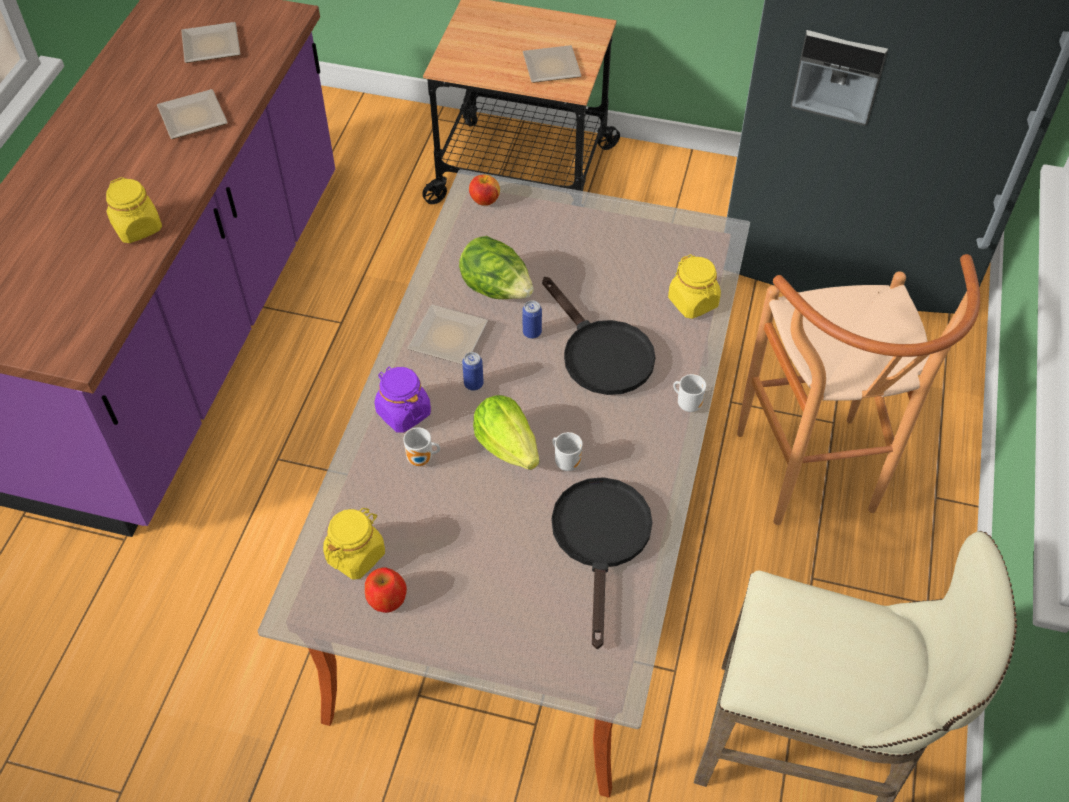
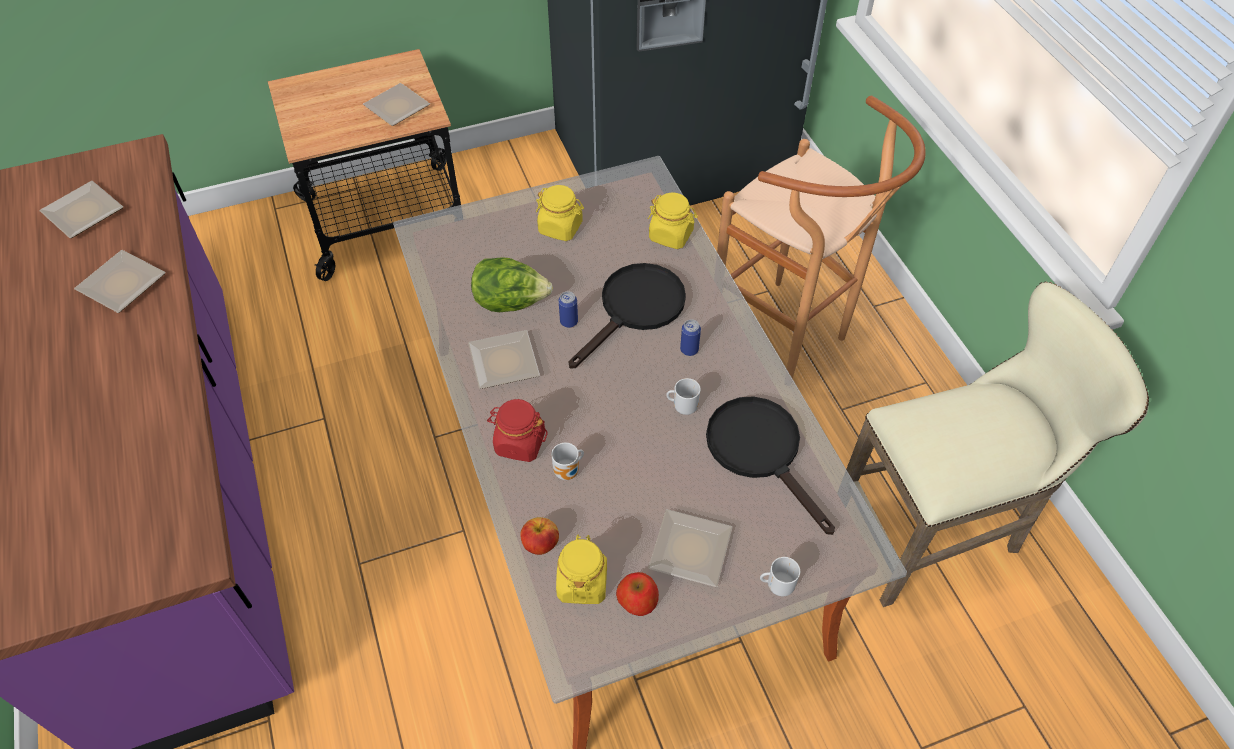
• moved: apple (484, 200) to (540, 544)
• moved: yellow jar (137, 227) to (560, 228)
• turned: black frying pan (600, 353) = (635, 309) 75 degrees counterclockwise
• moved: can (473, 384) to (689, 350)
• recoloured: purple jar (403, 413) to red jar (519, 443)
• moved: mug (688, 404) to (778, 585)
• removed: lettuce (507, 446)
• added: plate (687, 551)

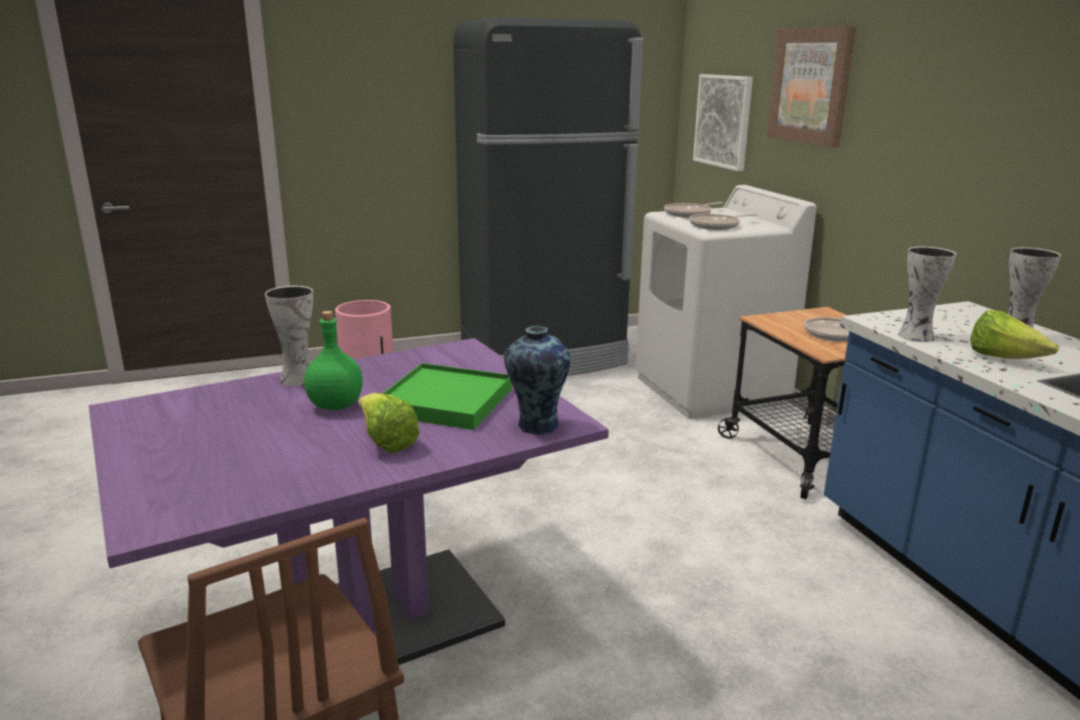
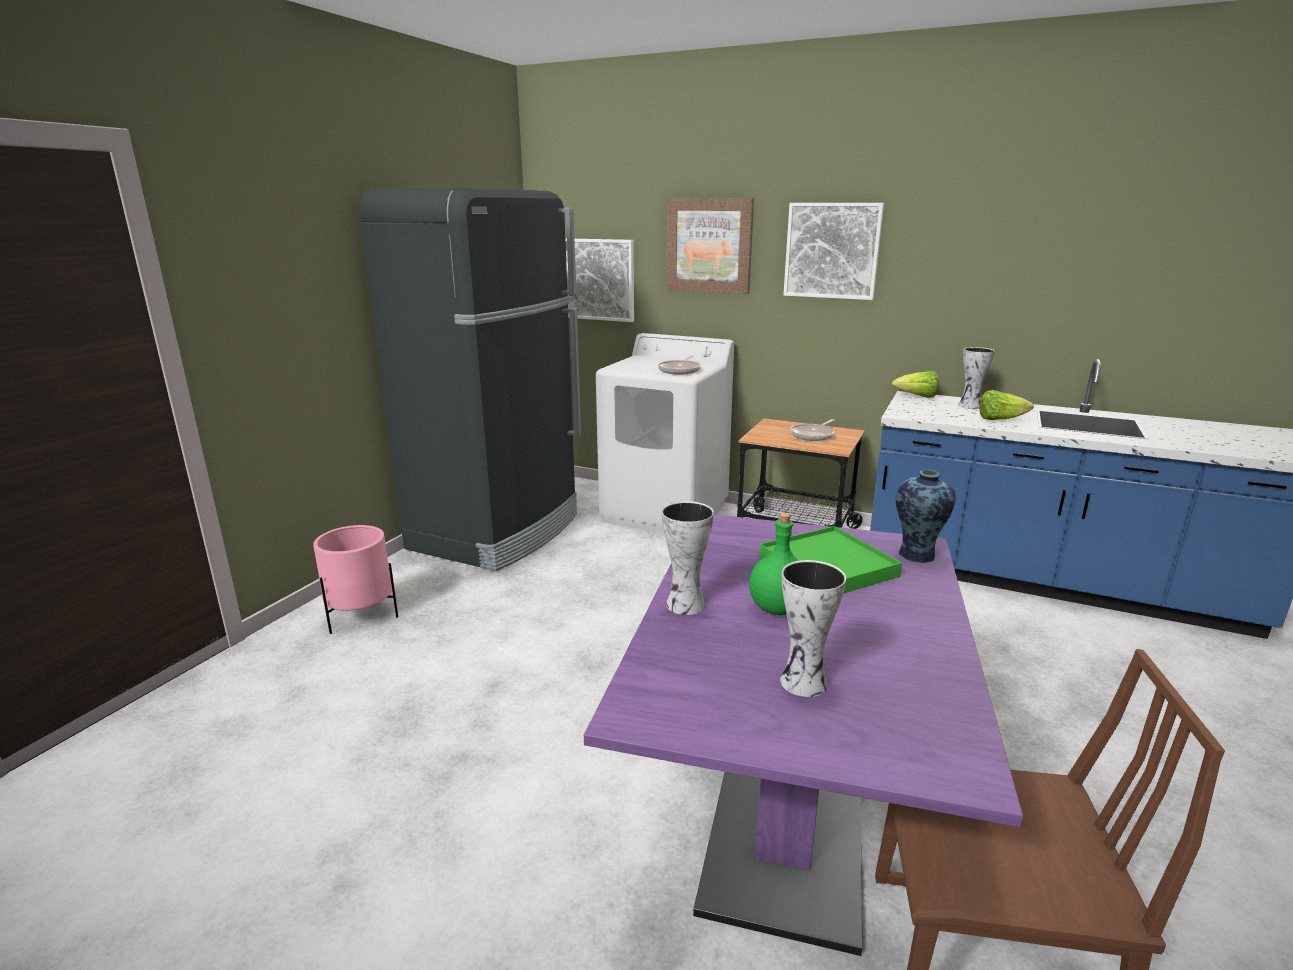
• removed: frying pan (690, 214)
• moved: vase (915, 336) to (804, 683)
• moved: lettuce (386, 442) to (917, 397)
• added: picture (832, 251)

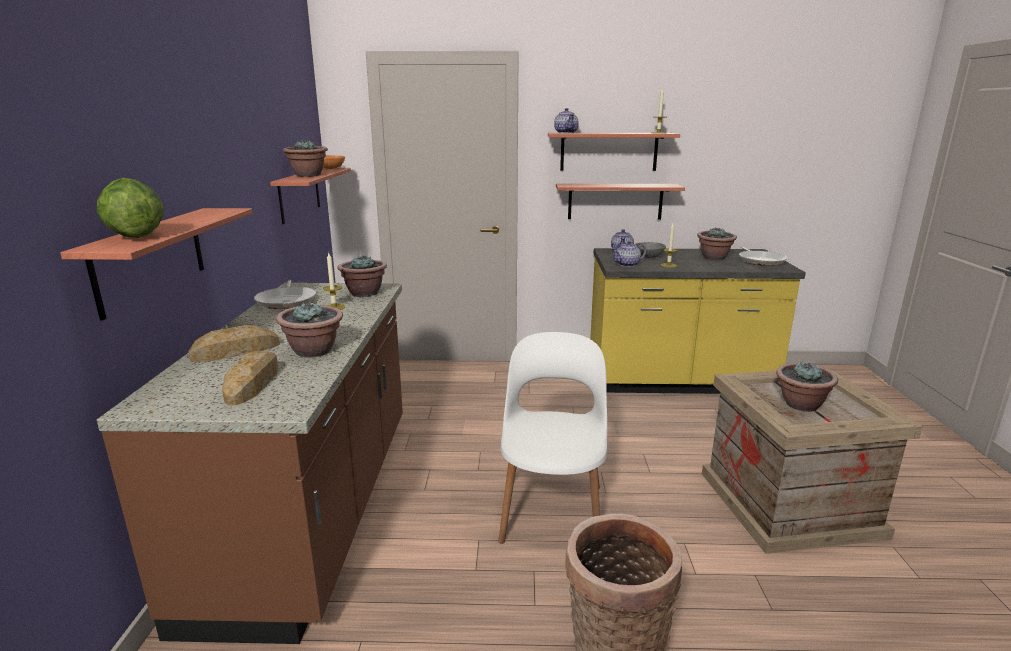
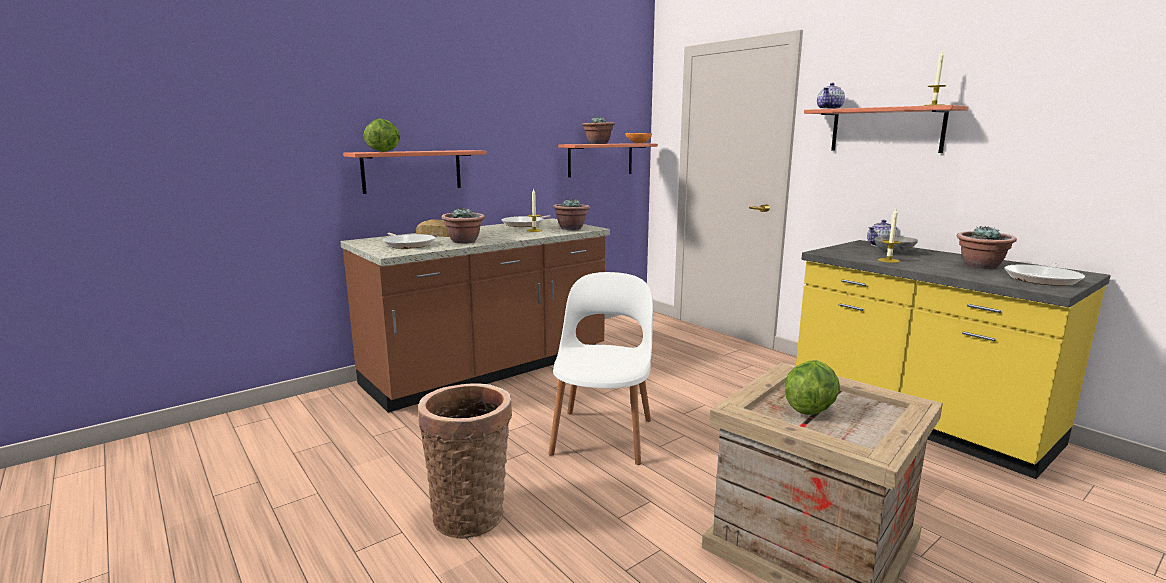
• removed: shelf (615, 201)
• removed: teapot (627, 264)
• turned: white chair (552, 509) = (603, 433) 45 degrees counterclockwise
• replaced: bread (253, 383) to frying pan (408, 244)
• replaced: potted plant (801, 405) to lettuce (809, 409)

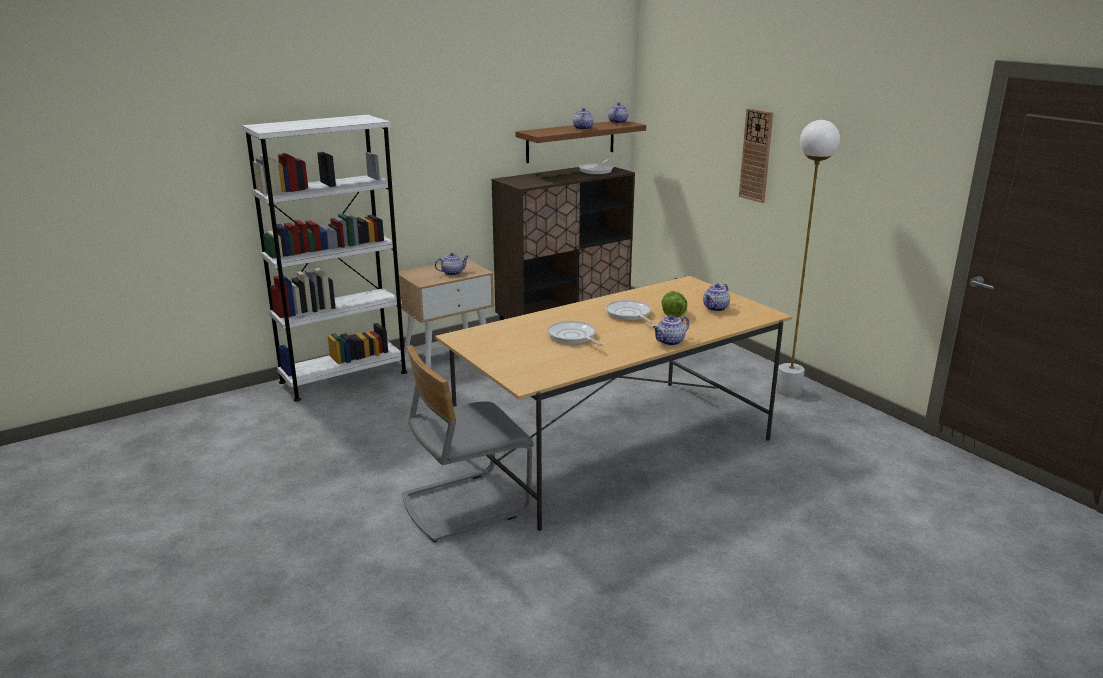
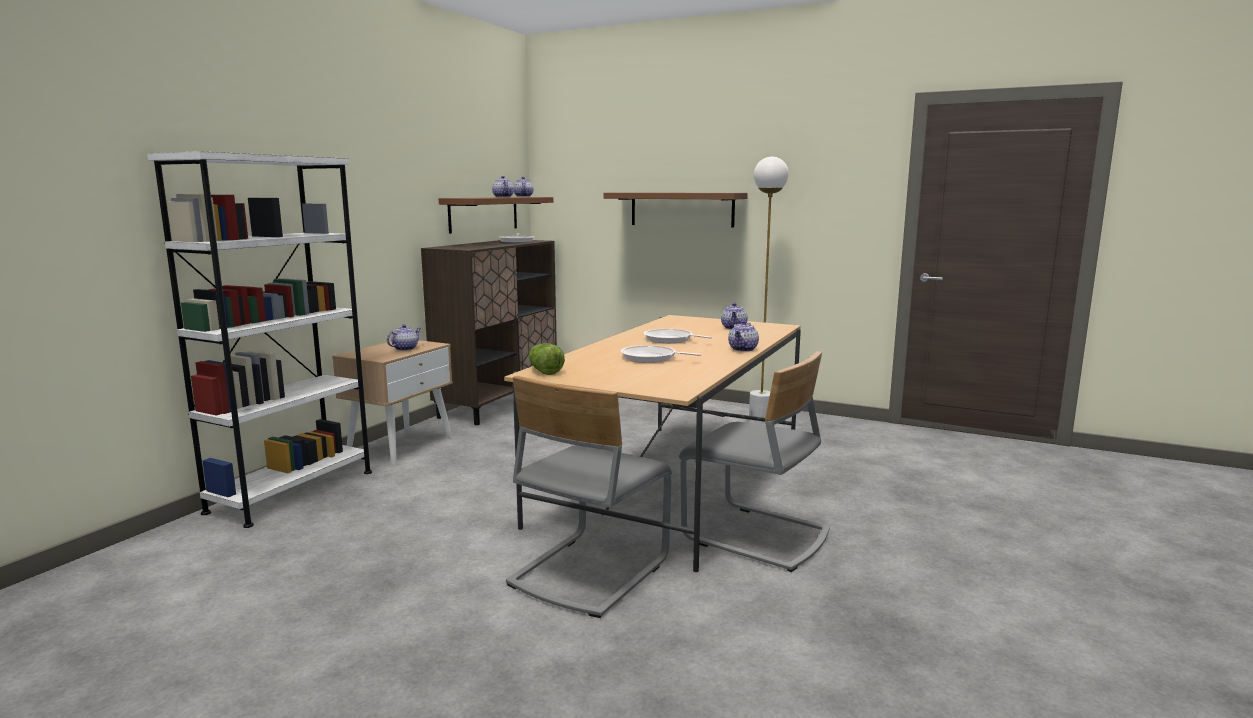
• replaced: wall clock (756, 155) to brown shelf (681, 209)
• moved: lettuce (672, 313) to (544, 371)
• added: grey chair (755, 536)

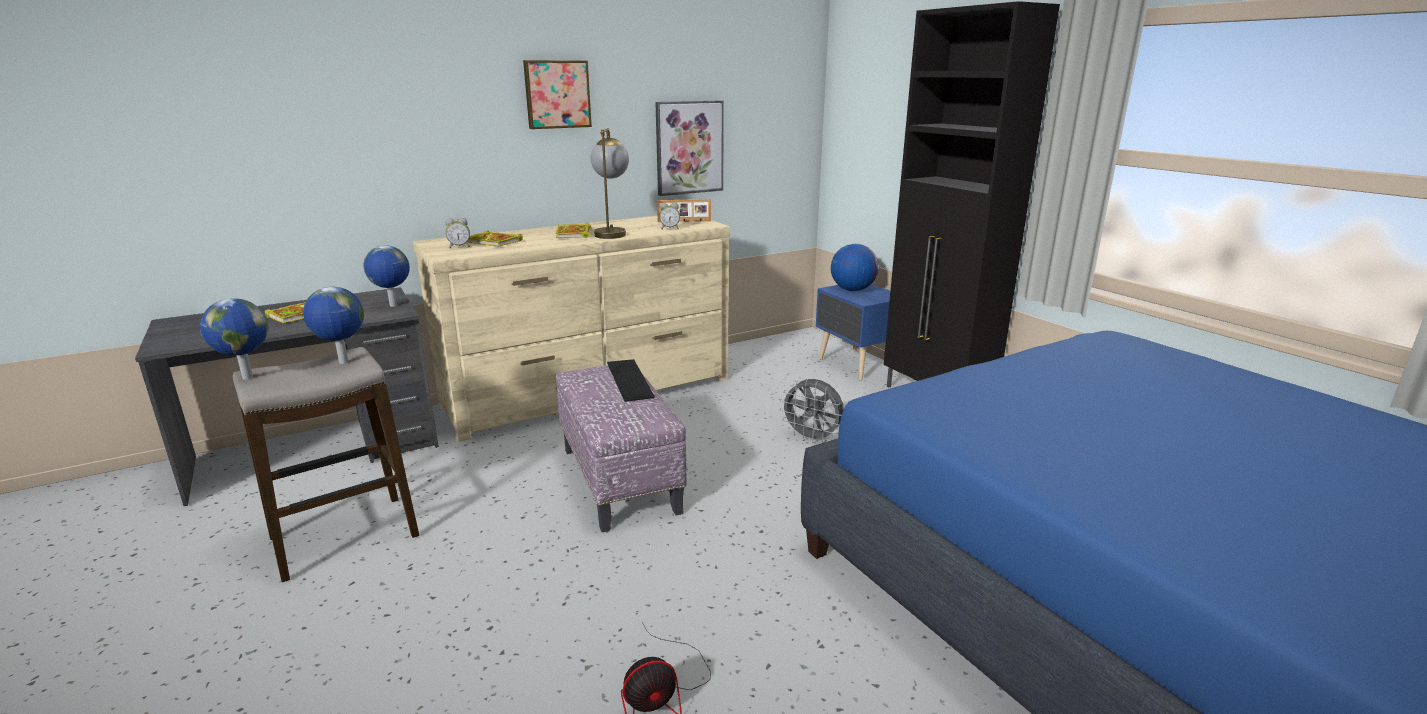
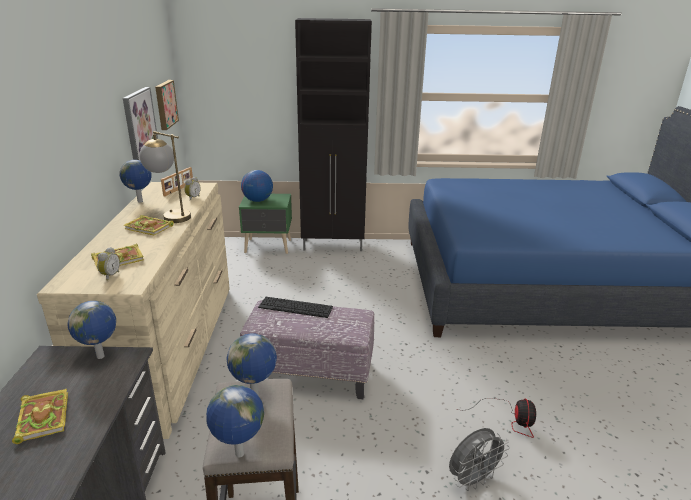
• moved: picture (557, 94) to (165, 104)
• recoloured: blue nightstand (856, 366) to green nightstand (268, 247)
• moved: grey fan (812, 438) to (472, 480)
• added: globe (140, 201)

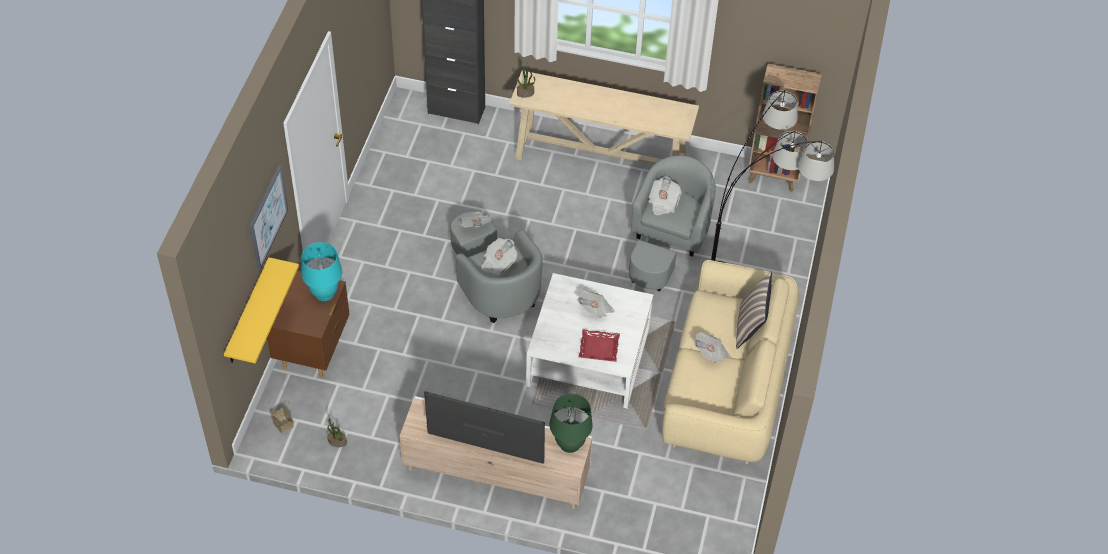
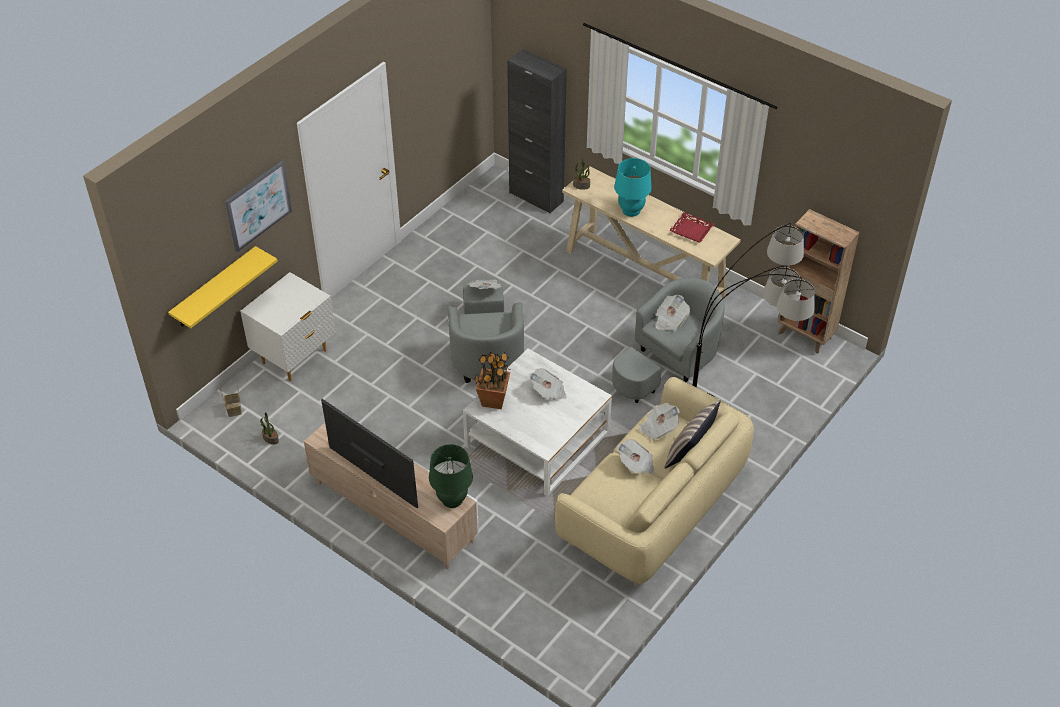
• moved: newspaper (498, 263) to (658, 428)
• moved: turquoise table lamp (324, 293) to (631, 210)
• recoloured: brown nightstand (313, 351) to white nightstand (295, 357)
• moved: red tray (599, 348) to (691, 230)
• added: potted plant (493, 400)

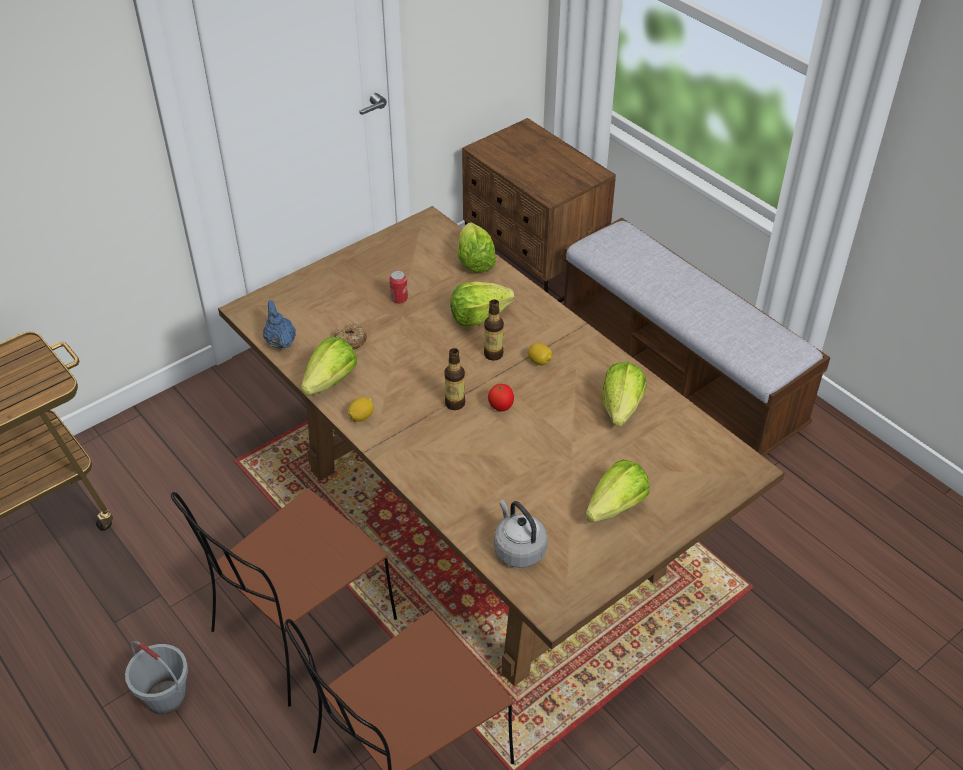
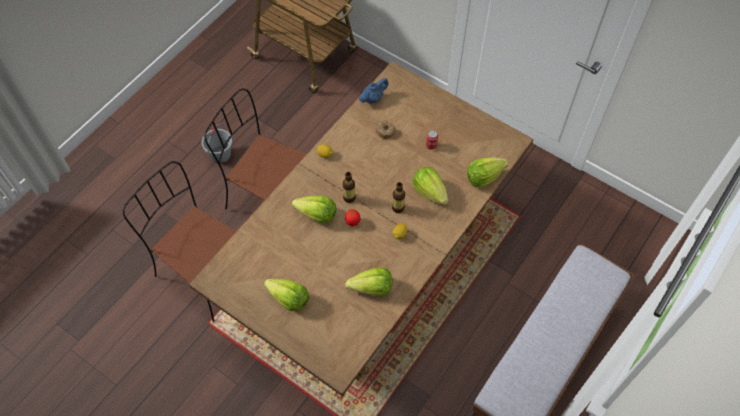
• removed: brown nightstand (533, 266)
• moved: lettuce (331, 381) to (316, 215)
• removed: grey kettle (518, 549)

